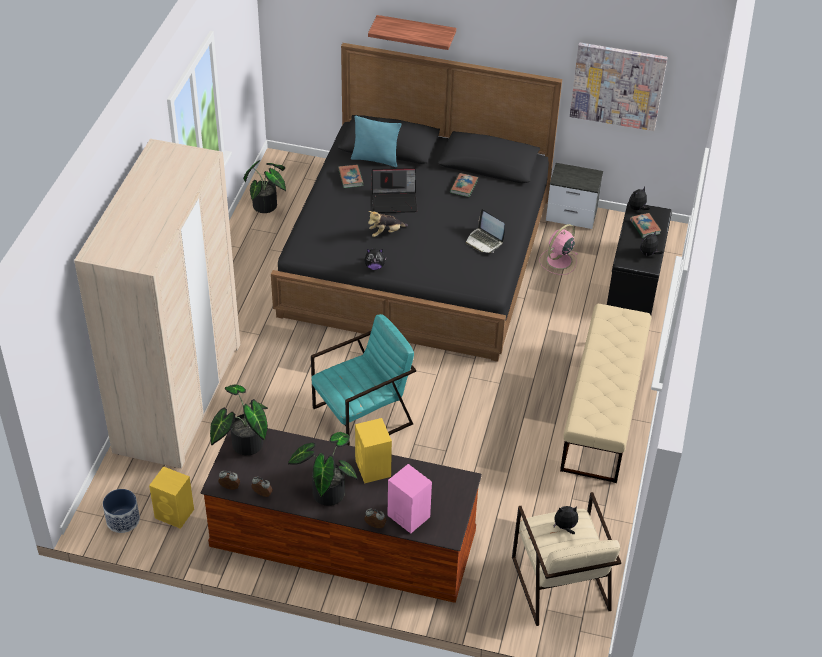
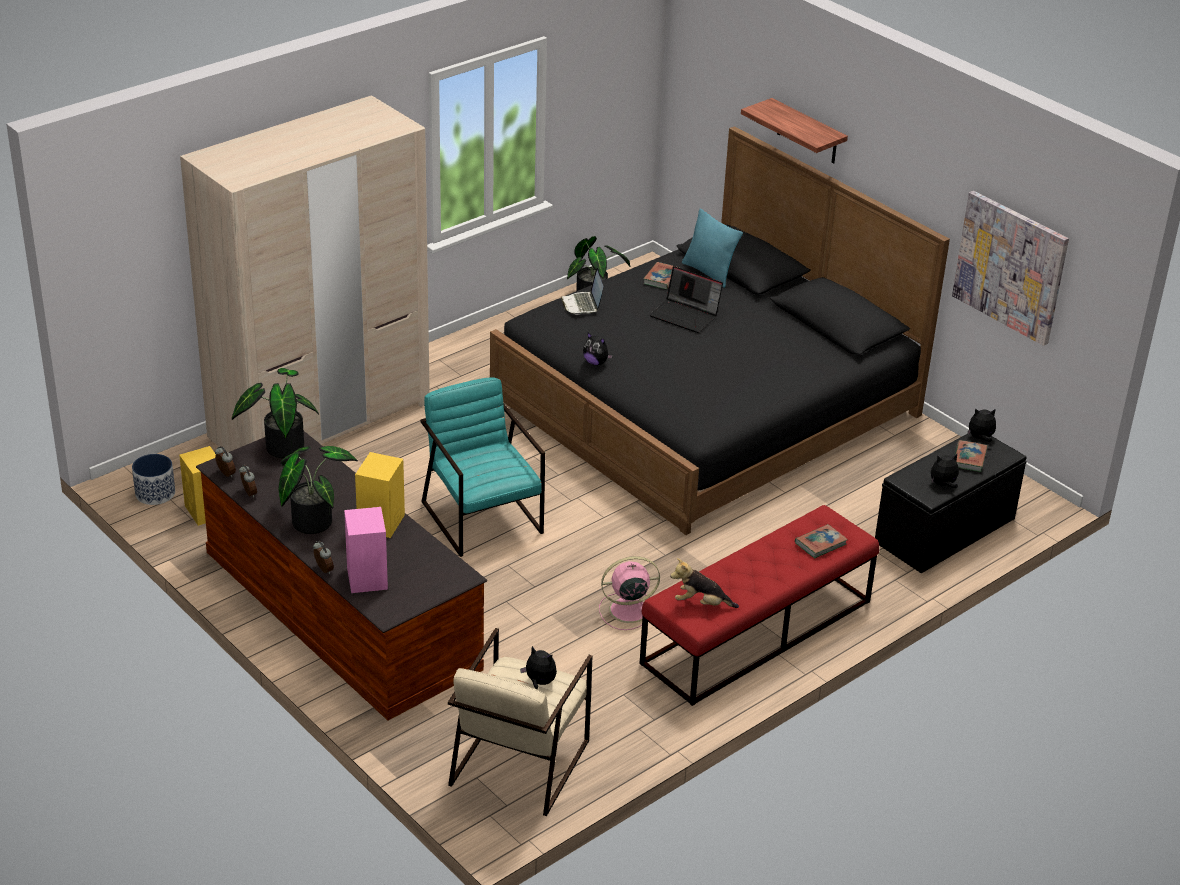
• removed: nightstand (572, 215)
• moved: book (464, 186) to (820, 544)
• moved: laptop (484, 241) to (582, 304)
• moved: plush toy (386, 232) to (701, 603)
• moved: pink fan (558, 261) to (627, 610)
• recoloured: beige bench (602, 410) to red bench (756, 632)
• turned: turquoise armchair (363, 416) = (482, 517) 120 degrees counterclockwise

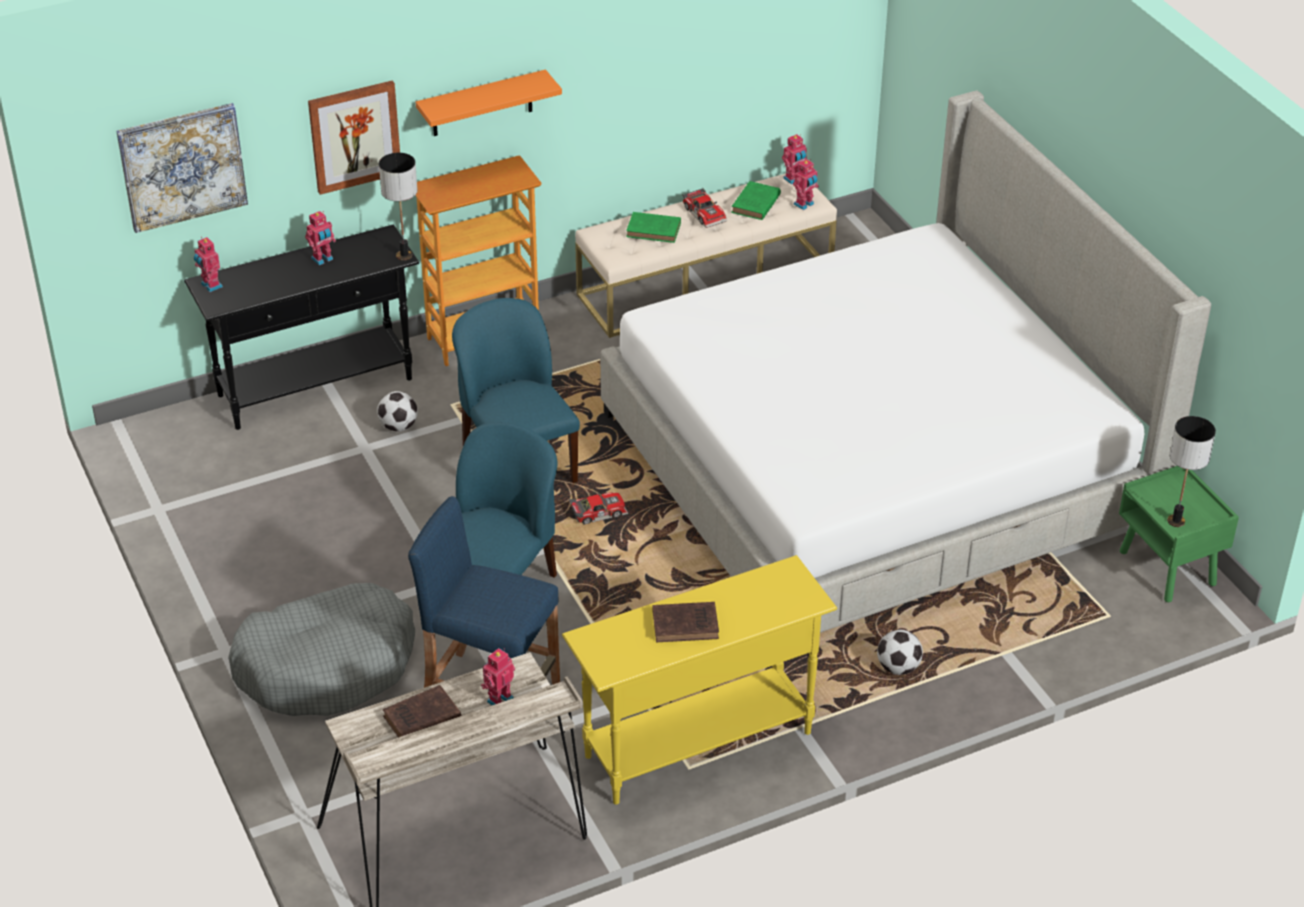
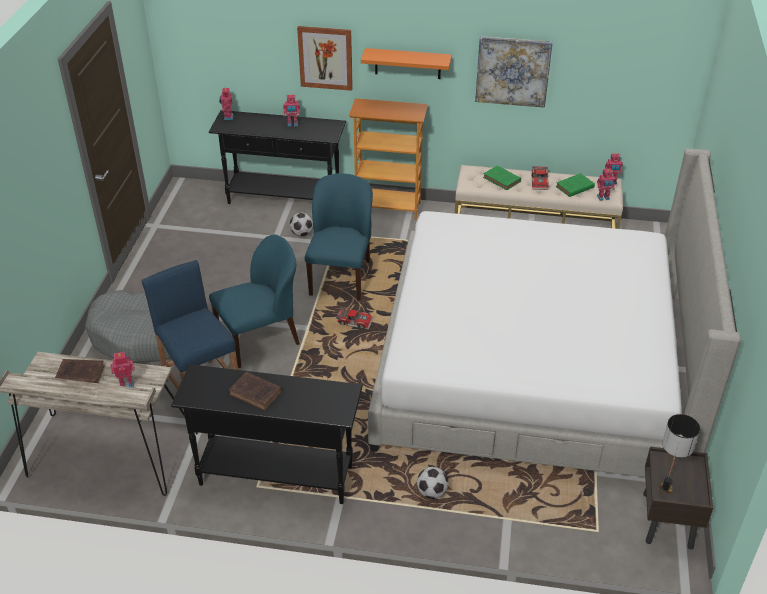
• moved: picture (182, 166) to (513, 71)
• removed: table lamp (404, 256)
• recoloured: green nightstand (1168, 568) to brown nightstand (668, 521)
• recoloured: yellow console table (697, 744) to black console table (275, 475)

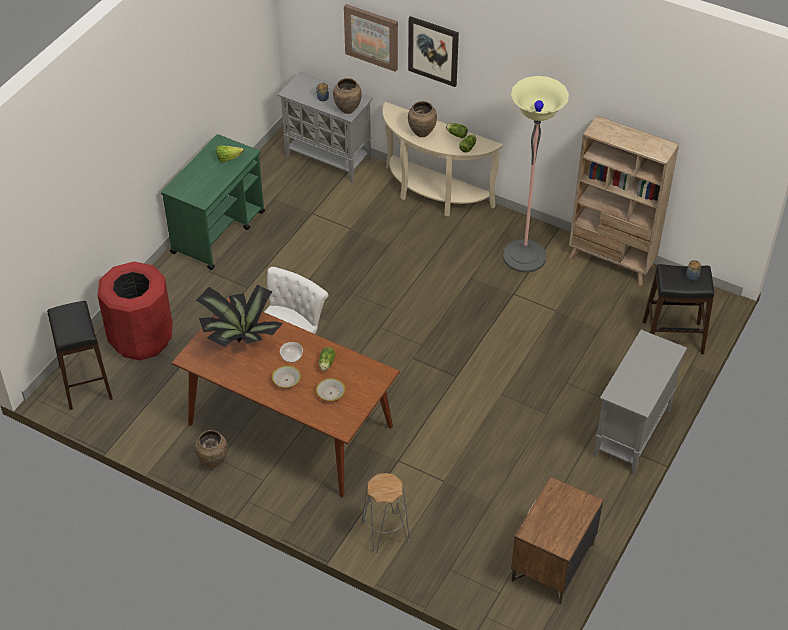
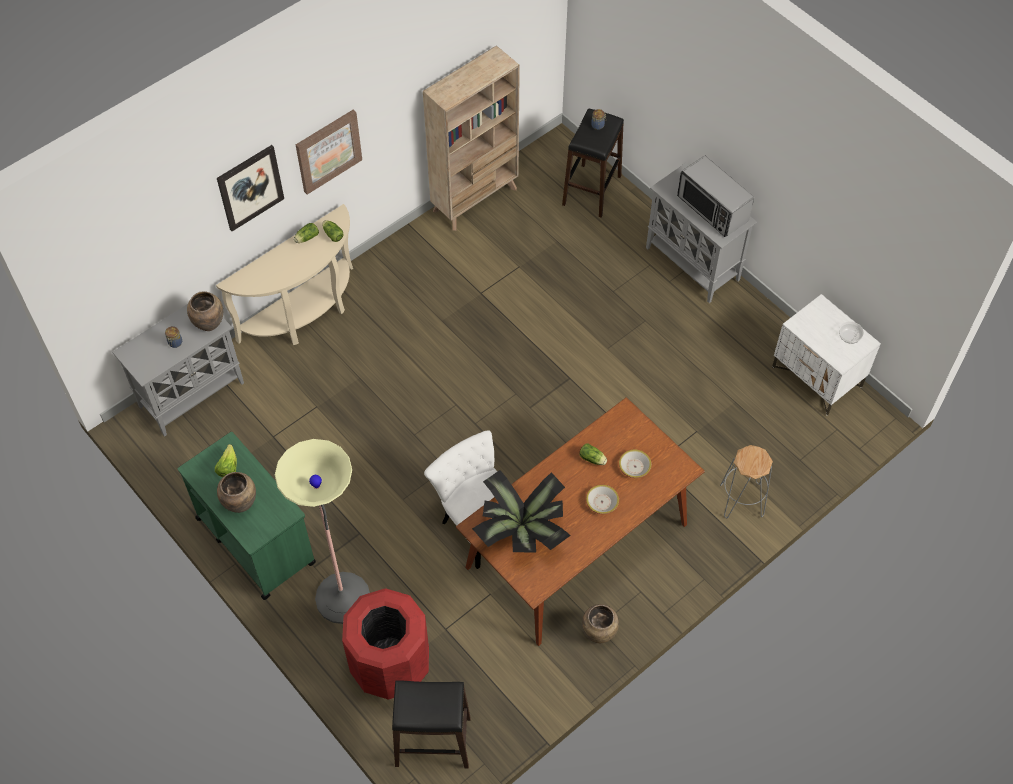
• moved: picture (372, 36) to (328, 151)
• moved: floor lamp (524, 256) to (343, 598)
• moved: brown vase (422, 133) to (241, 503)
• moved: bowl (291, 356) to (849, 336)
• recoloured: brown nightstand (552, 563) to white nightstand (817, 377)
• added: microwave (712, 209)

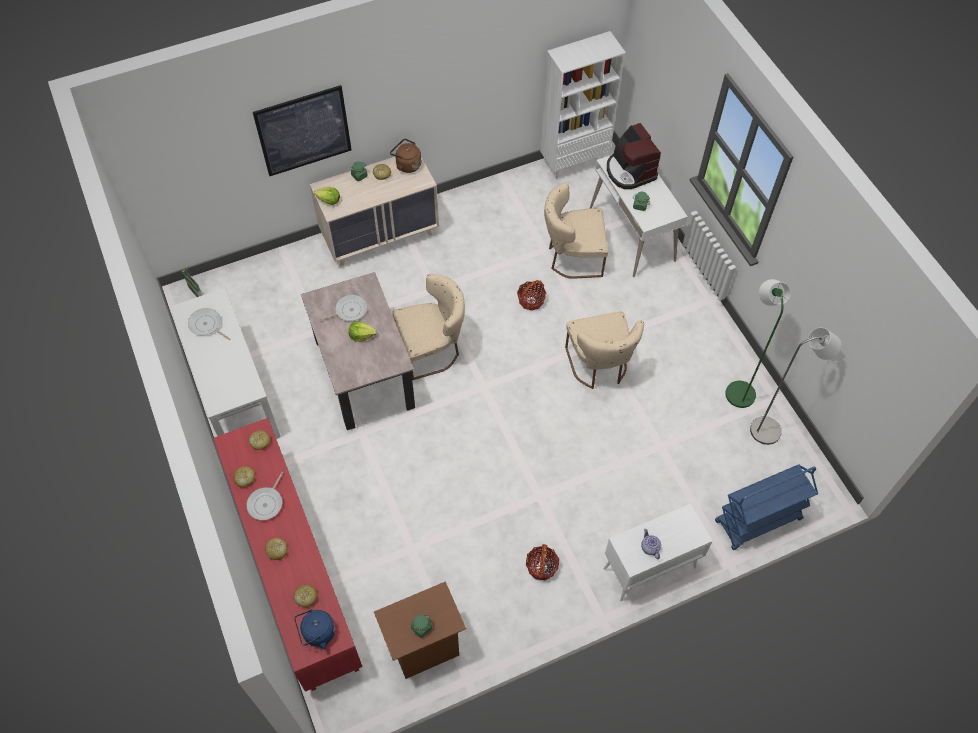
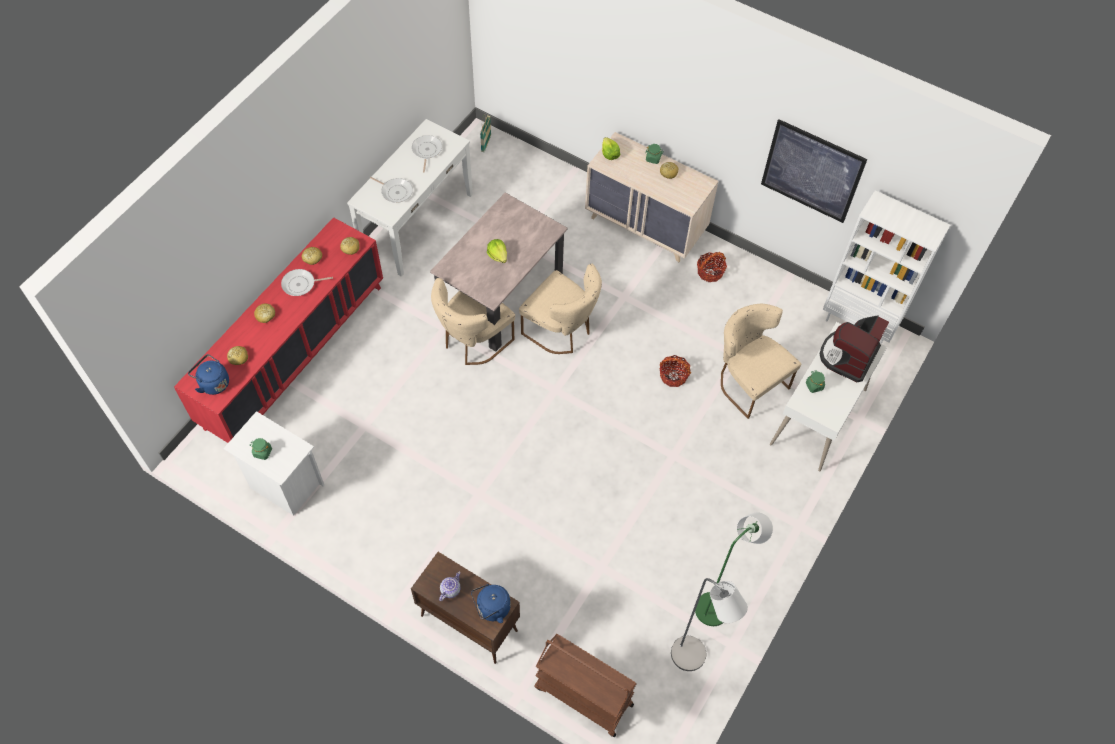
• moved: picture (303, 131) to (812, 171)
• removed: brown kettle (407, 164)
• moved: frying pan (349, 310) to (395, 191)
• moved: beige chair (599, 366) to (473, 341)
• recoloured: blue cart (758, 521) to brown cart (582, 696)
• recoloured: white cabinet (648, 568) to brown cabinet (468, 623)
• moved: basket (541, 567) to (710, 272)
• recoloured: brown nightstand (423, 647) to white nightstand (284, 485)
• added: blue kettle (491, 609)

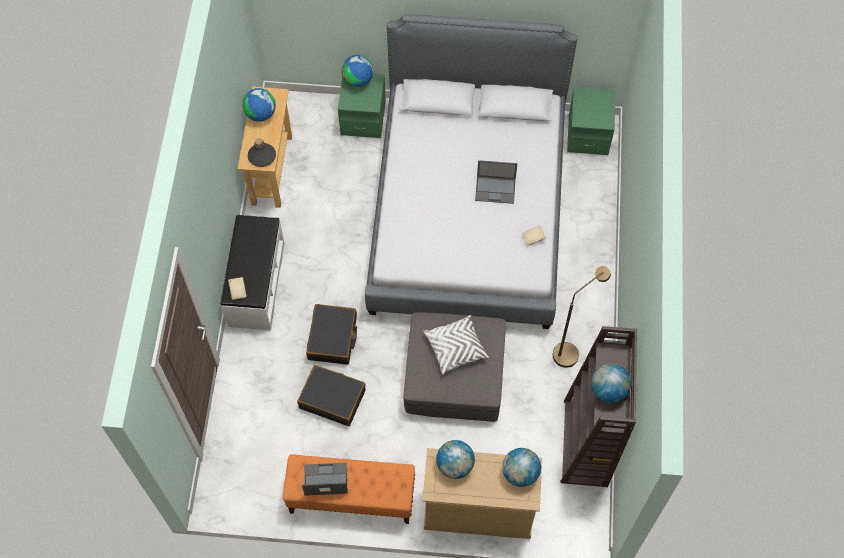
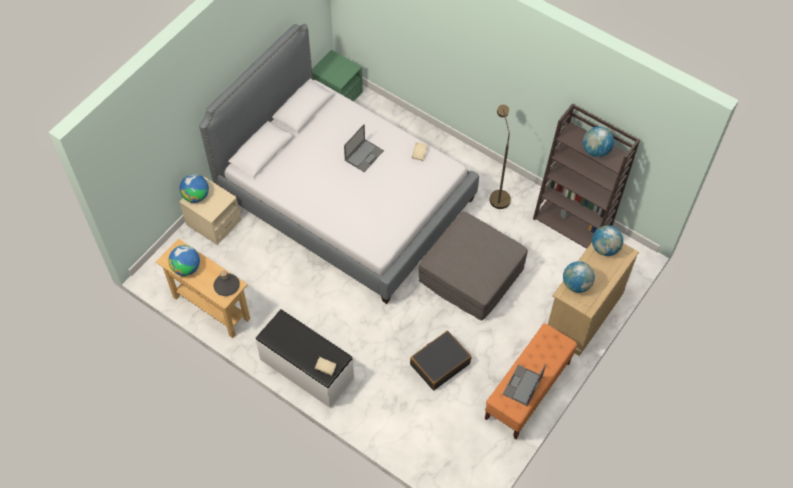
• recoloured: green nightstand (363, 118) to beige nightstand (213, 222)
• removed: black suitcase (333, 338)
• removed: white pillow (456, 348)

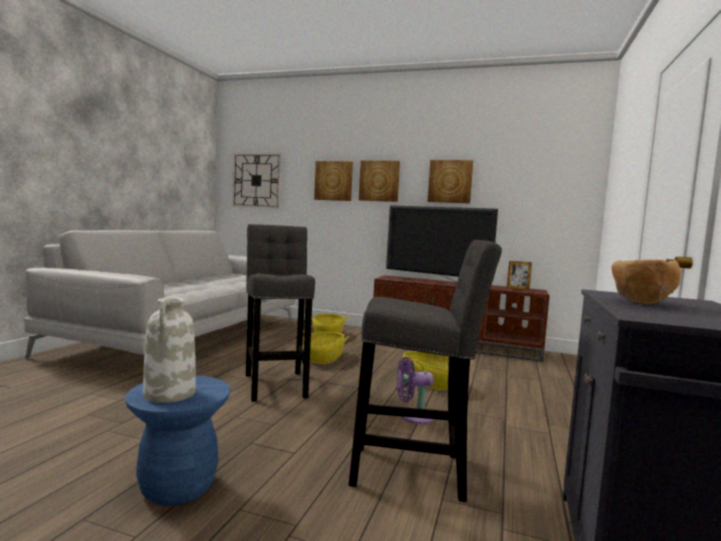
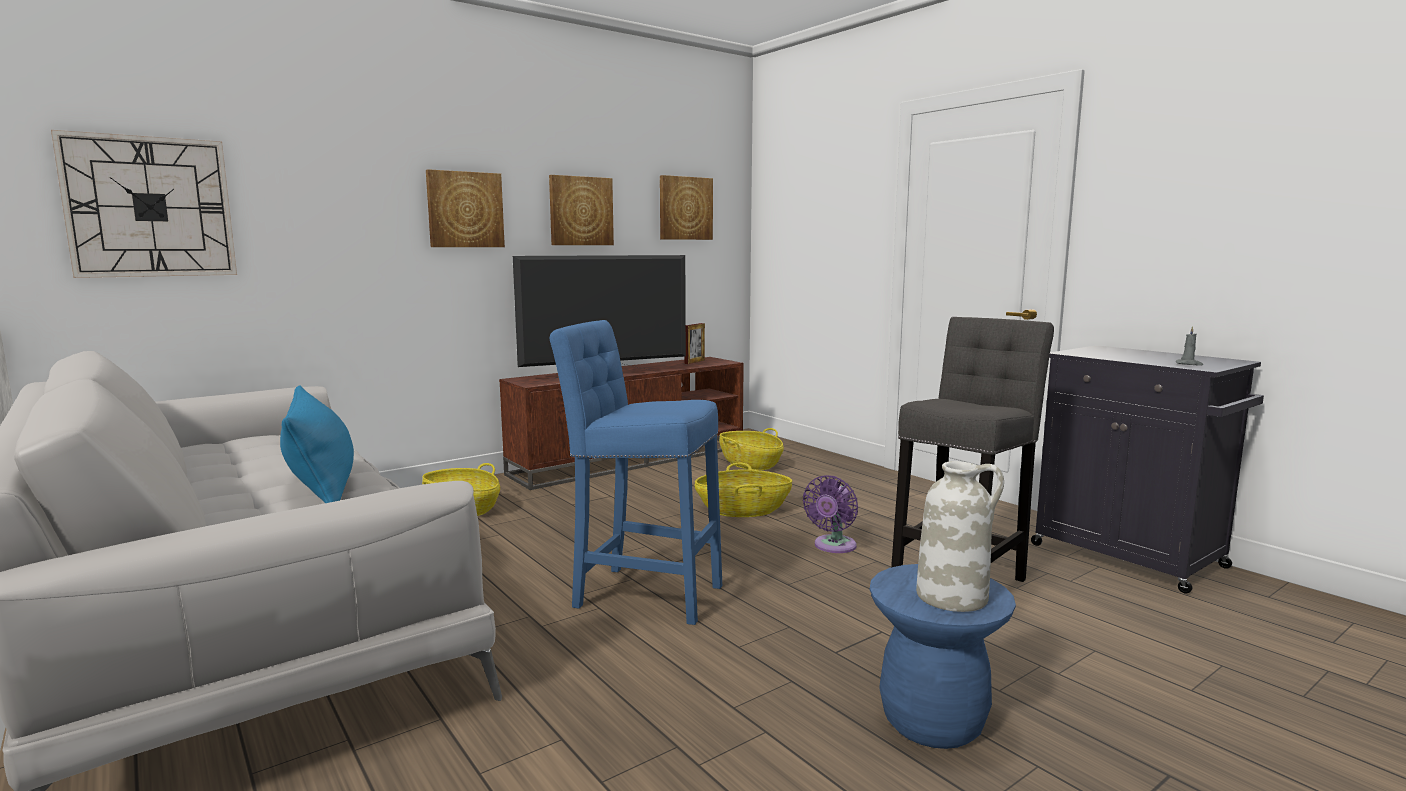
• moved: picture (334, 181) to (685, 208)
• recoloured: grey stool (276, 384) to blue stool (641, 594)
• removed: brown bowl (641, 303)
• moved: basket (323, 358) to (750, 464)
• added: grey candle (1189, 364)
• added: blue pillow (322, 486)

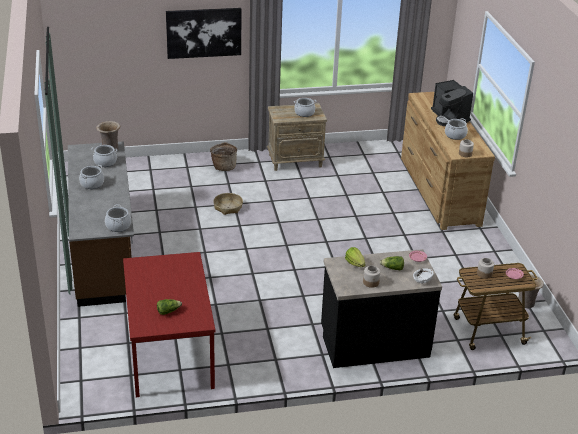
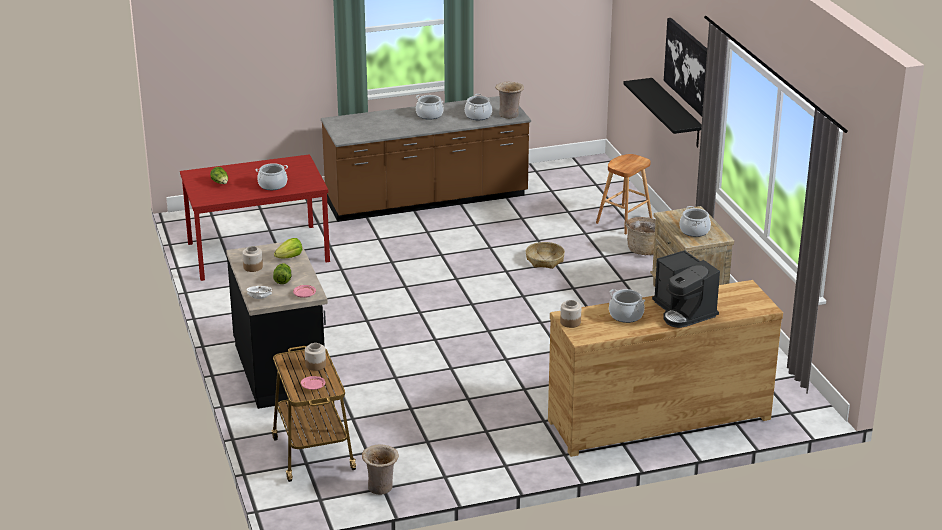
• turned: coffee machine (449, 117) = (684, 311) 90 degrees counterclockwise
• moved: cooking pot (118, 226) to (272, 185)
• added: black shelf (676, 113)
• added: brown stool (624, 221)

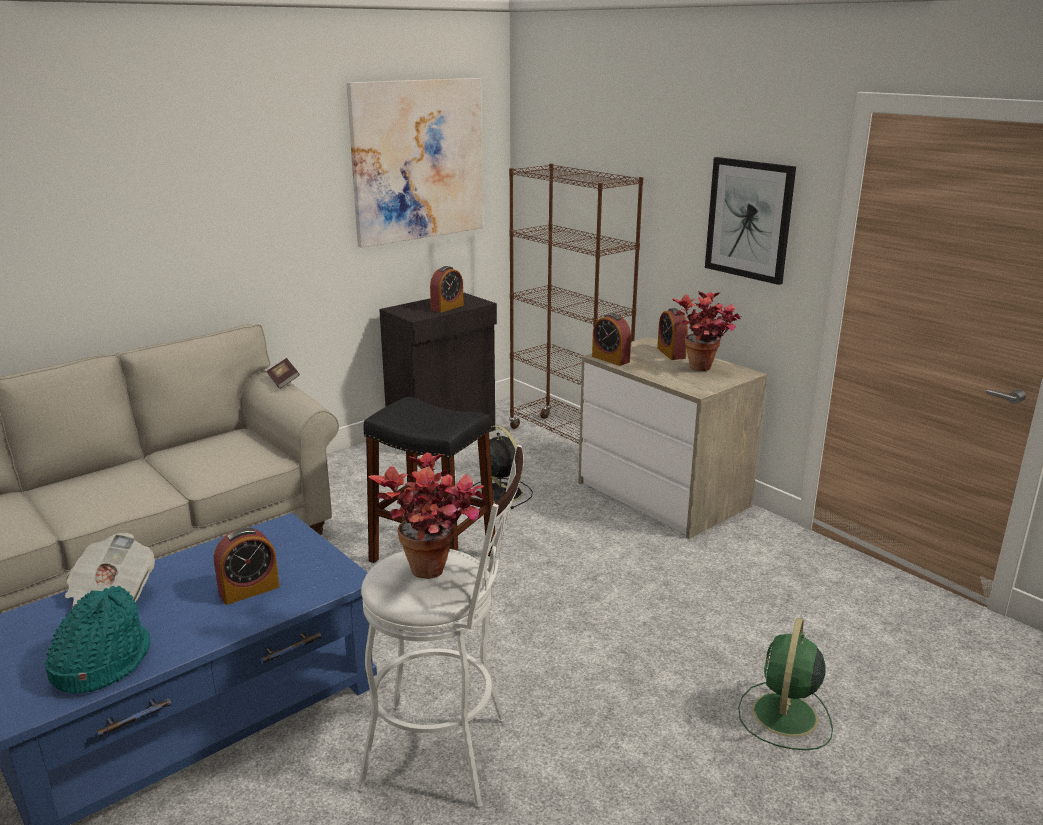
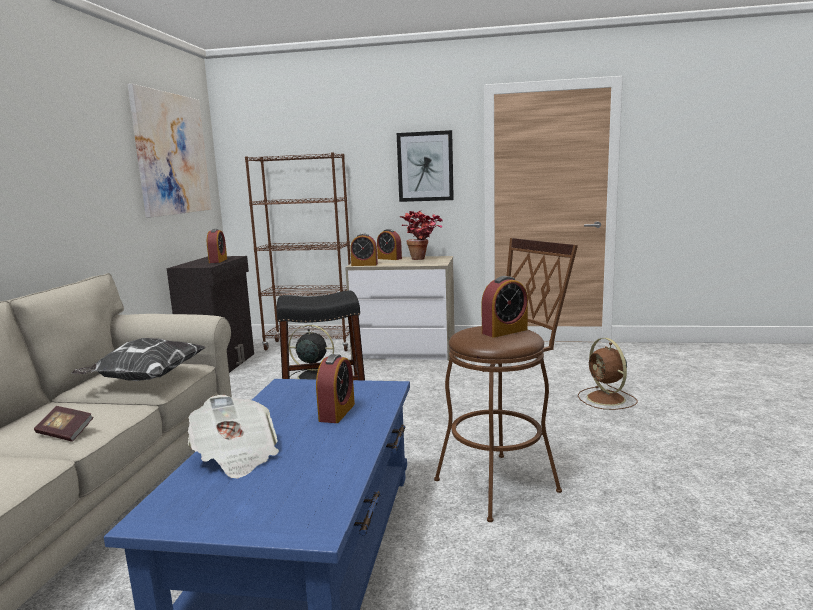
• moved: book (284, 381) to (65, 433)
• recoloured: white stool (448, 755) to brown stool (505, 482)
• replaced: potted plant (436, 576) to alarm clock (504, 331)
• removed: turquoise hat (101, 663)
• recoloured: green fan (784, 716) to brown fan (607, 399)
• added: pillow (145, 379)

